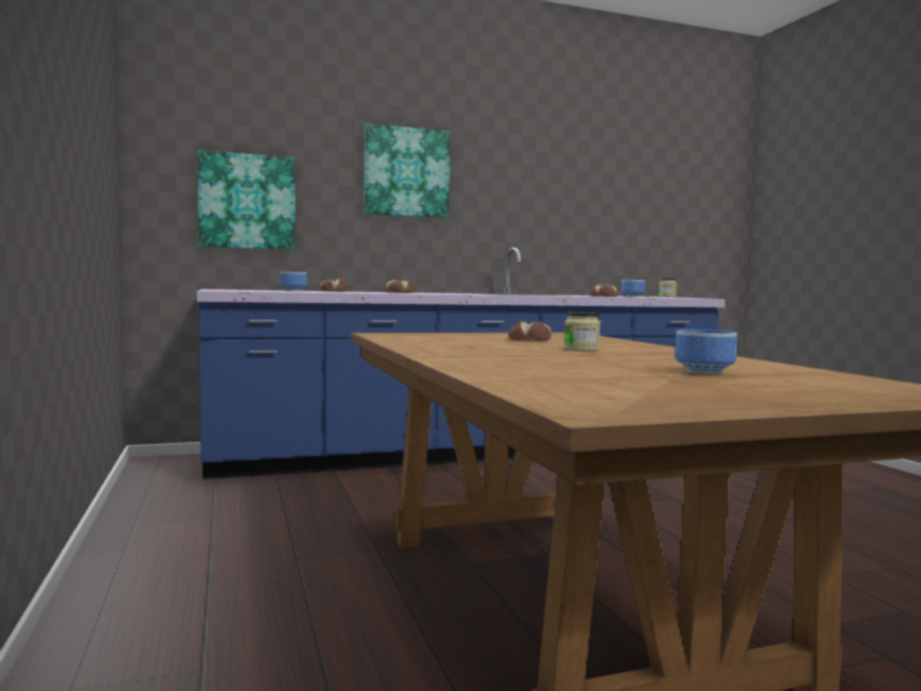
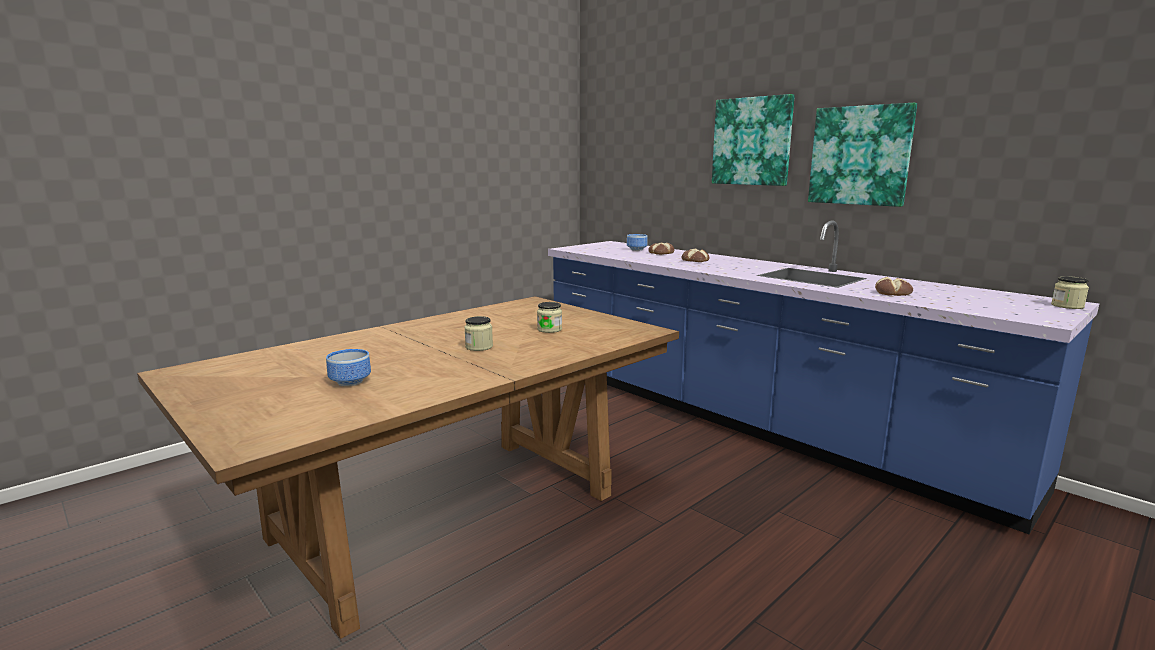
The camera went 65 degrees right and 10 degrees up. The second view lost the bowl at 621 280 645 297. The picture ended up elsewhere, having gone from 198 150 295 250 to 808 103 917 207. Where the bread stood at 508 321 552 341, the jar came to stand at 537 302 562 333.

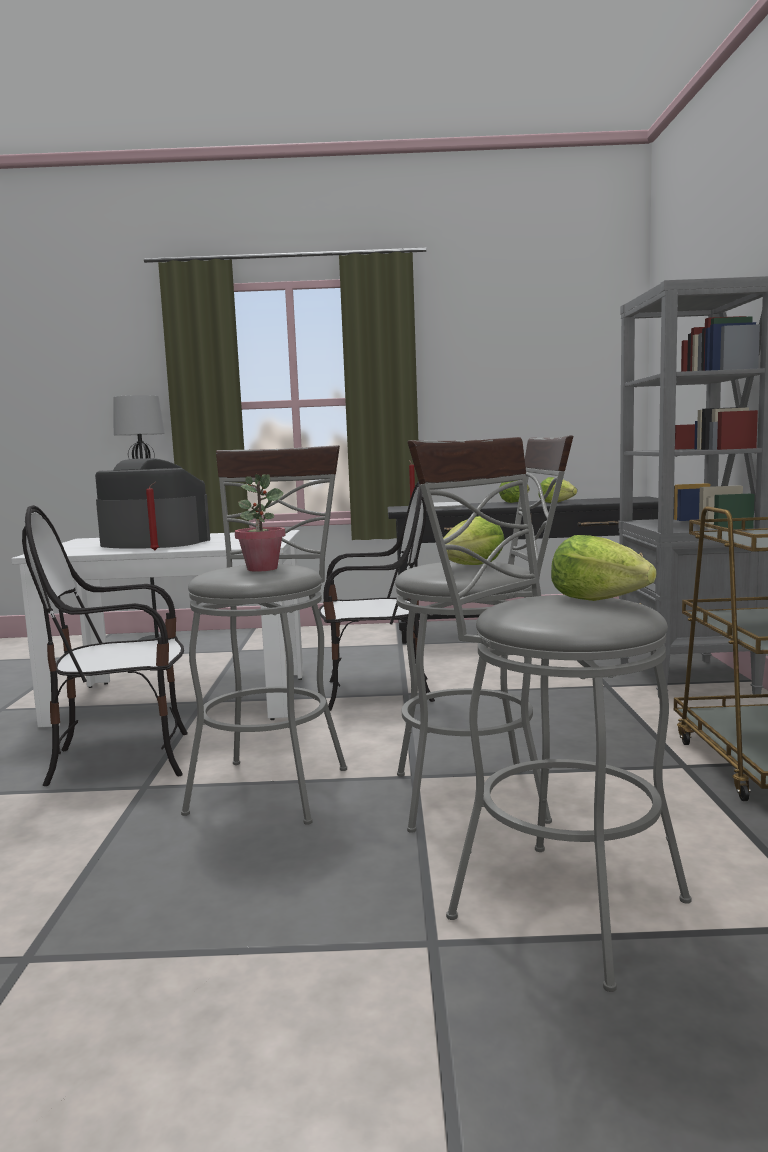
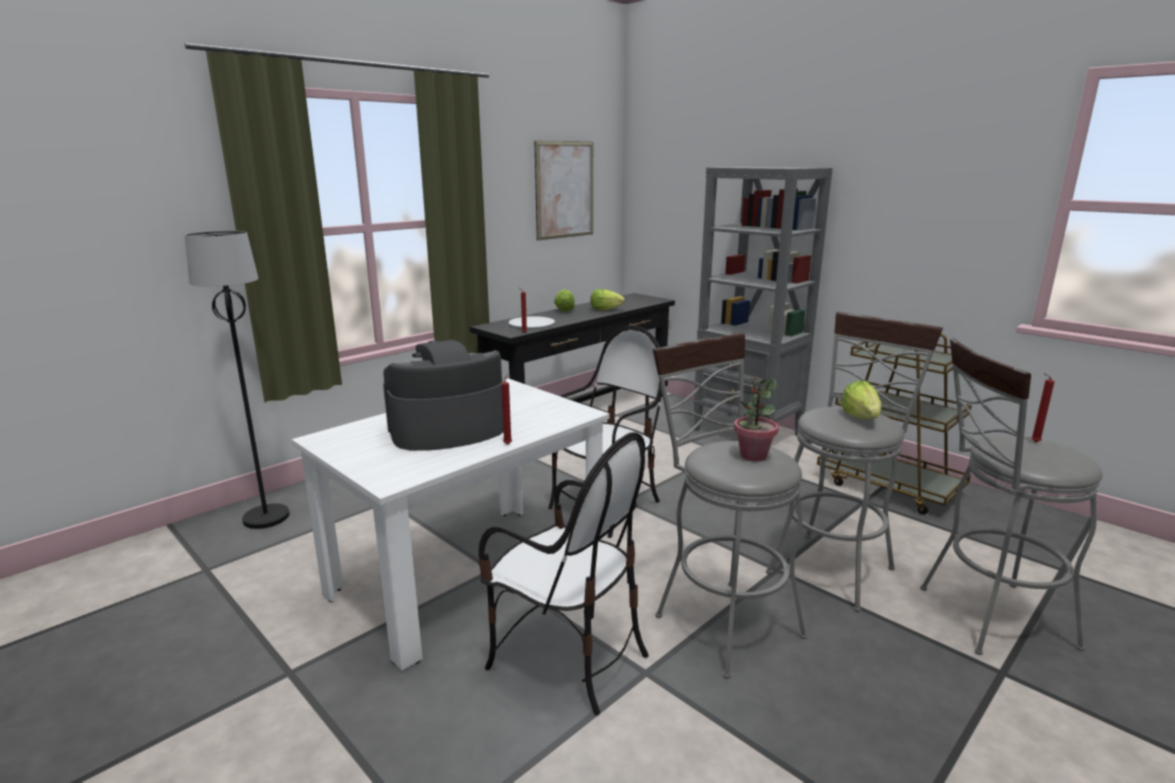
The camera went 45 degrees left and 10 degrees up. The second view gained the picture at 534 141 593 240. Where the lettuce stood at 551 535 656 601, the red-coloured candle came to stand at 1031 373 1055 443. The plain chair at 22 505 188 786 ended up facing another way, 90 degrees counterclockwise from before.

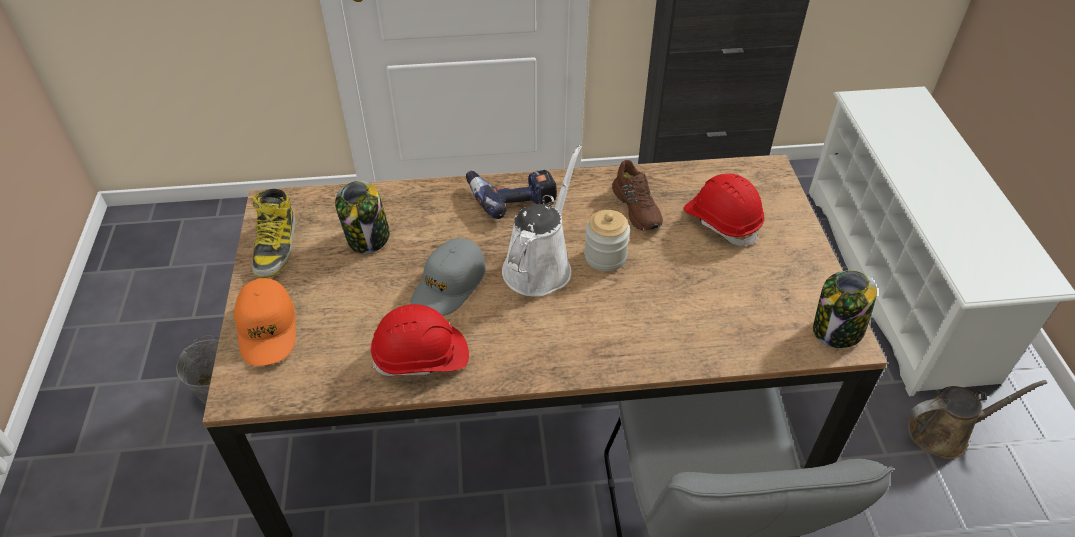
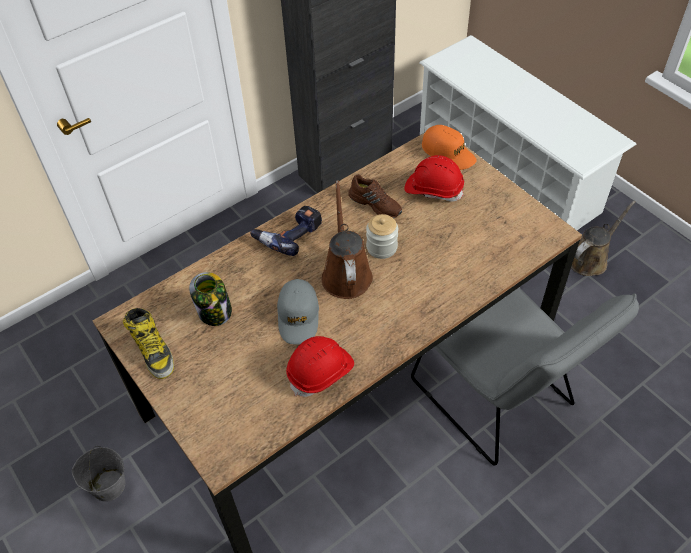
The camera went 30 degrees left and 5 degrees up. The second view lost the jar at 813 270 877 348. The orange-coloured baseball cap ended up elsewhere, having gone from 234 278 296 366 to 422 125 477 170. What was the whitish watering can at 502 145 582 297 turned into the brown-coloured watering can at 321 180 373 299.

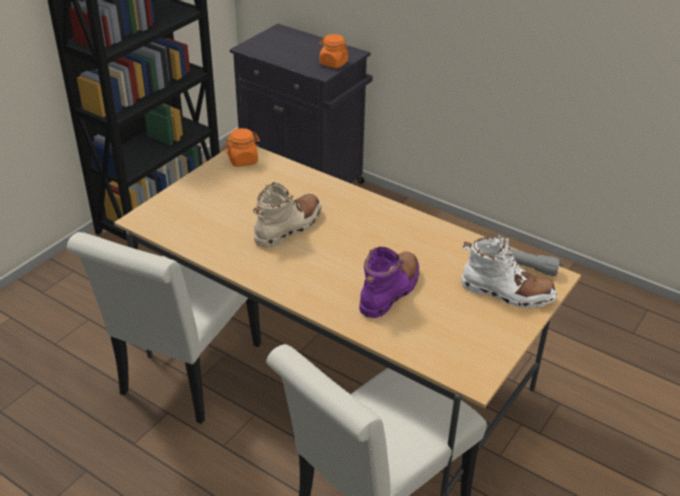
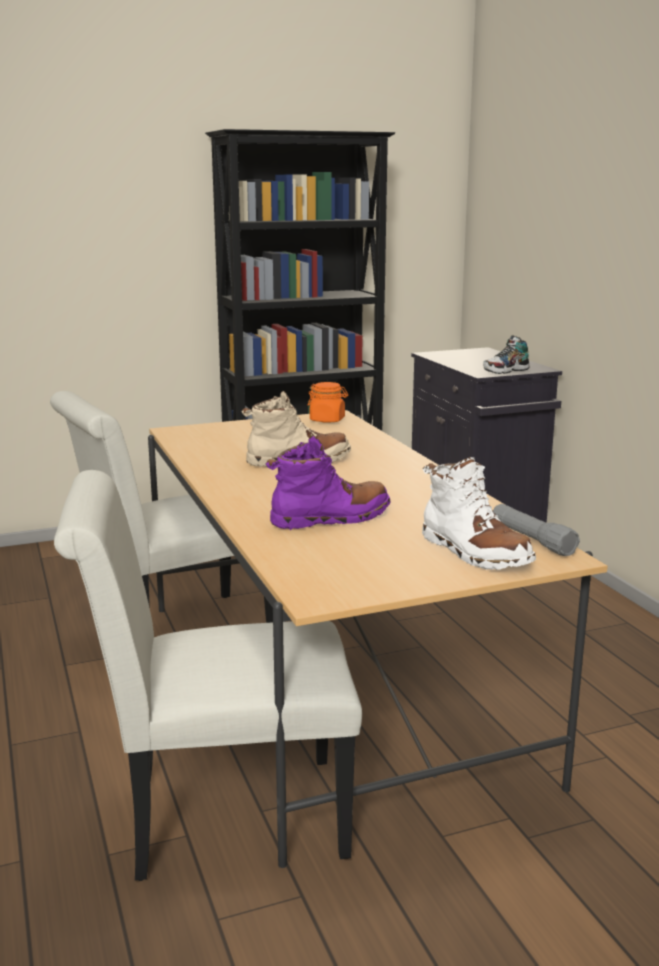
The camera went 35 degrees right and 20 degrees down. Where the orange-coloured jar stood at 319 34 348 68, the item of footwear came to stand at 483 335 530 374.

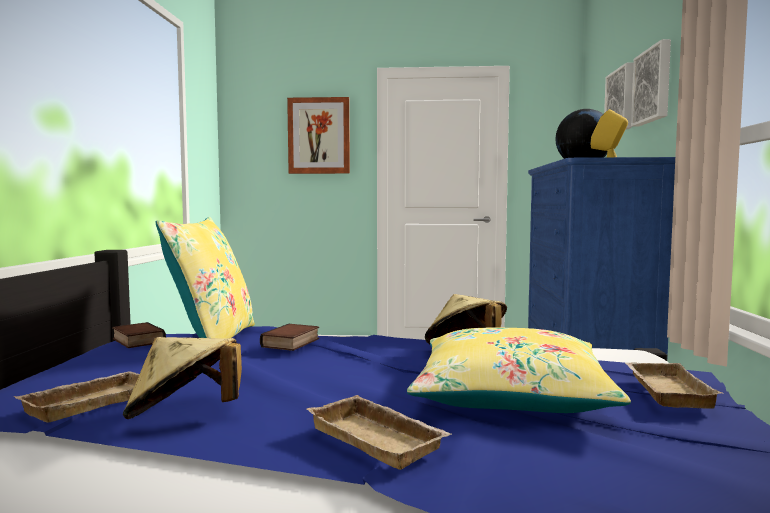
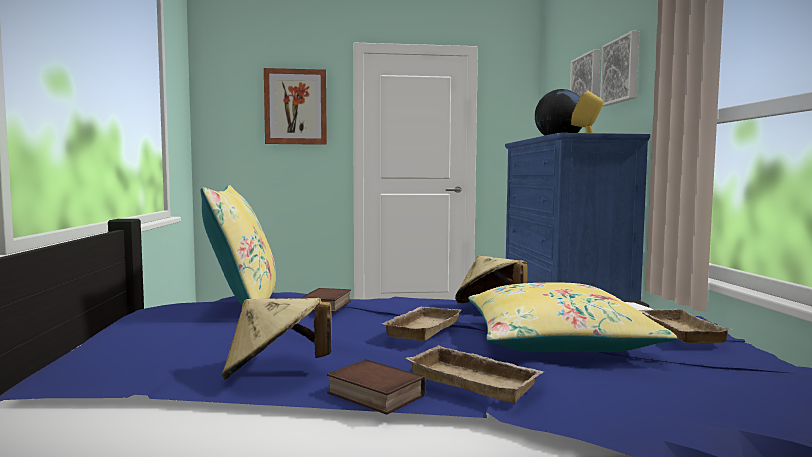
The camera went 10 degrees left and 0 degrees up. The beige tray ended up elsewhere, having gone from 14 371 139 423 to 382 307 461 341. The volume ended up elsewhere, having gone from 112 322 166 348 to 327 359 426 415.

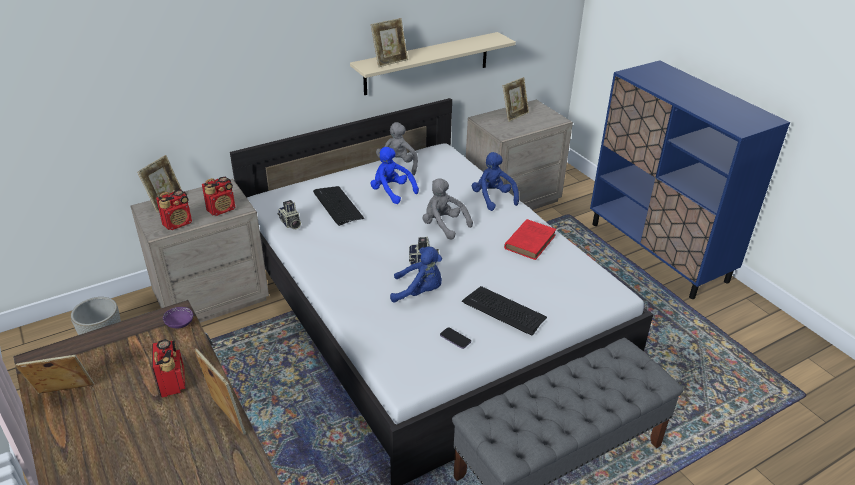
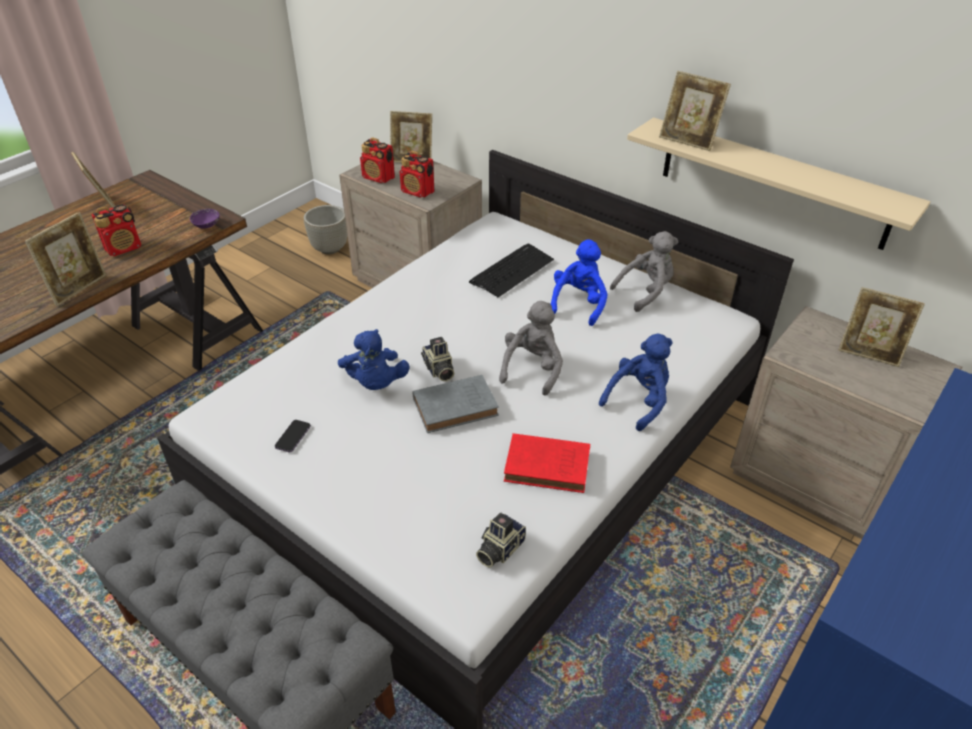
The camera went 70 degrees right and 5 degrees up. The second view lost the PC keyboard at 462 286 547 335. The second view gained the gray volume at 412 375 499 433. The photo camera ended up elsewhere, having gone from 278 200 301 229 to 476 513 526 568.

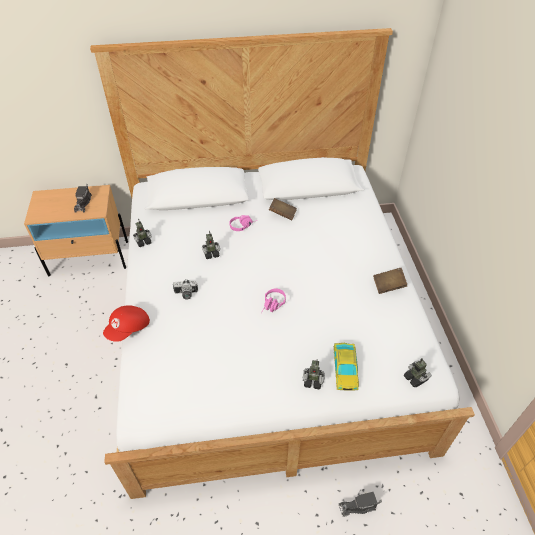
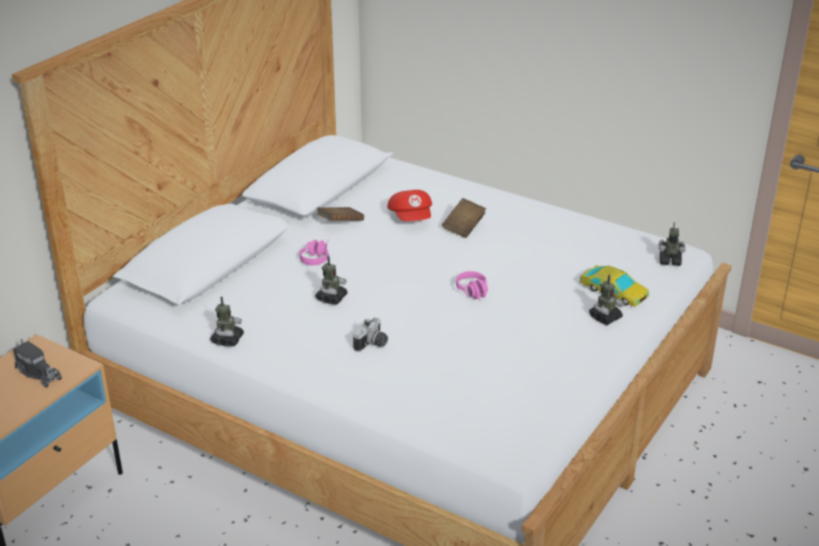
The camera went 50 degrees left and 15 degrees down. The second view lost the model truck at 339 492 382 517. The red-coloured baseball cap ended up elsewhere, having gone from 103 305 150 342 to 387 190 432 221. The brown-coloured volume ended up elsewhere, having gone from 373 268 407 294 to 442 198 486 238.

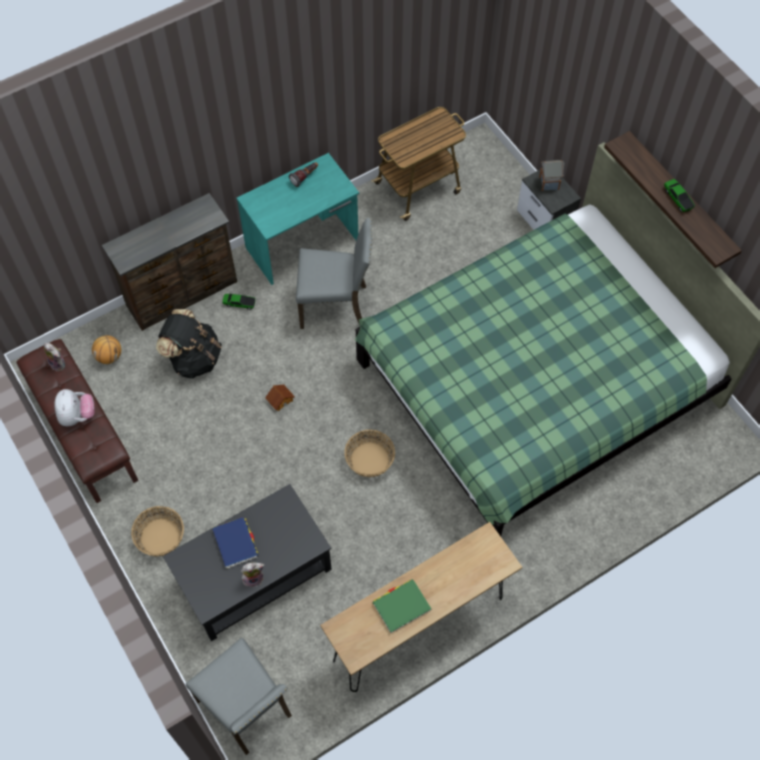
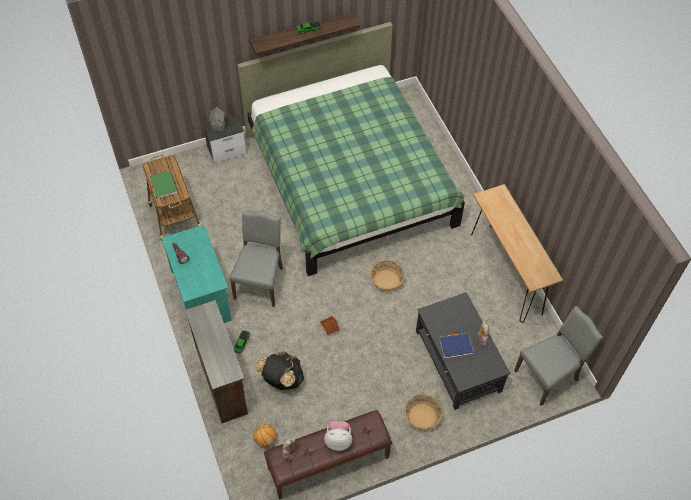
The camera went 80 degrees left and 5 degrees down. The greenish volume ended up elsewhere, having gone from 373 579 431 633 to 150 171 177 198.

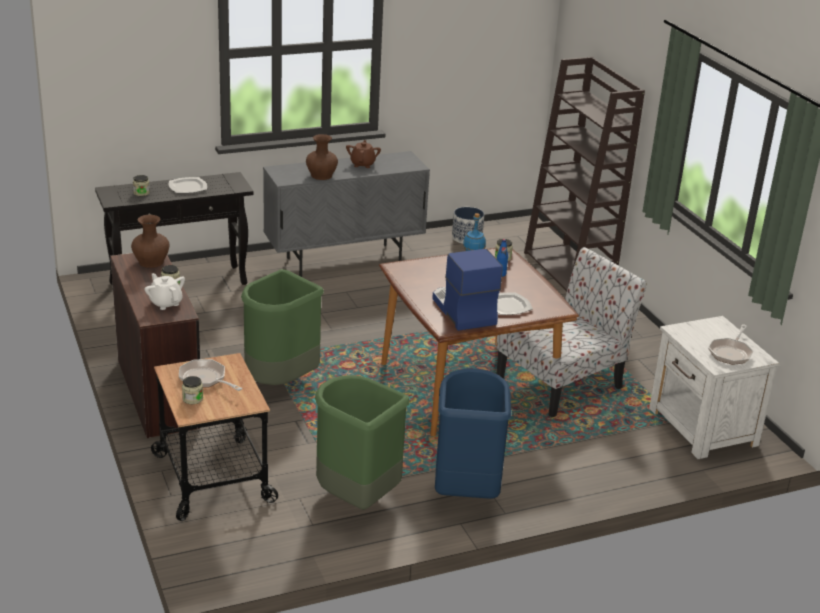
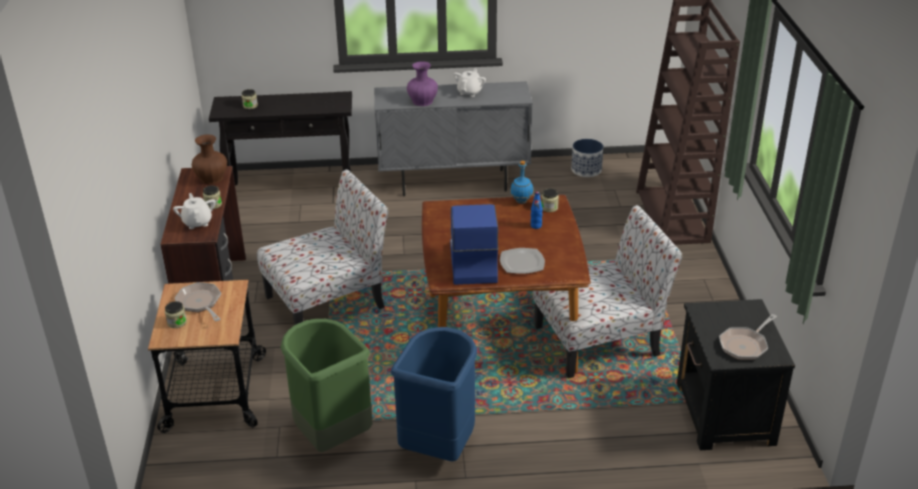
The camera went 20 degrees right and 5 degrees up. The second view lost the plate at 169 177 207 193. Where the greenish rubbish bin stood at 241 269 324 385, the plain chair came to stand at 257 170 388 325. What was the brown-coloured flower vase at 306 134 338 180 turned into the purple-coloured flower vase at 407 61 438 106. What was the brown-coloured teapot at 346 140 381 168 turned into the whitish teapot at 454 68 486 97. What was the whitish nightstand at 649 316 779 459 turned into the blackish nightstand at 677 299 795 450.

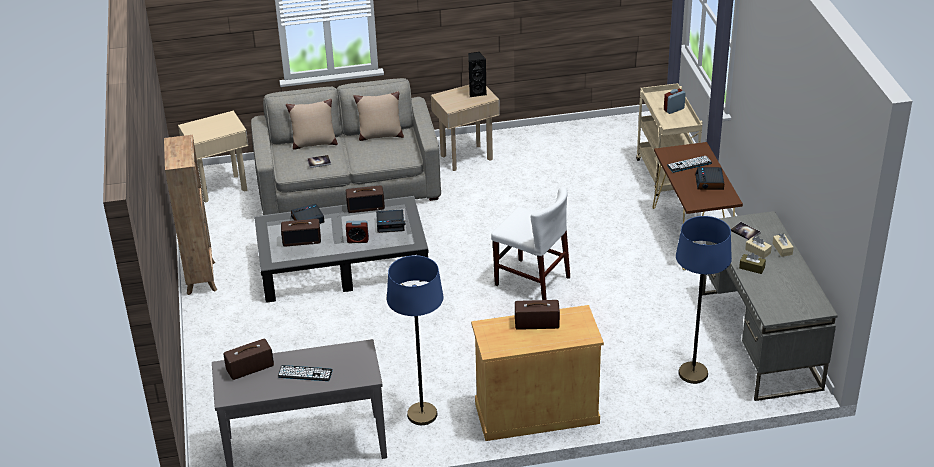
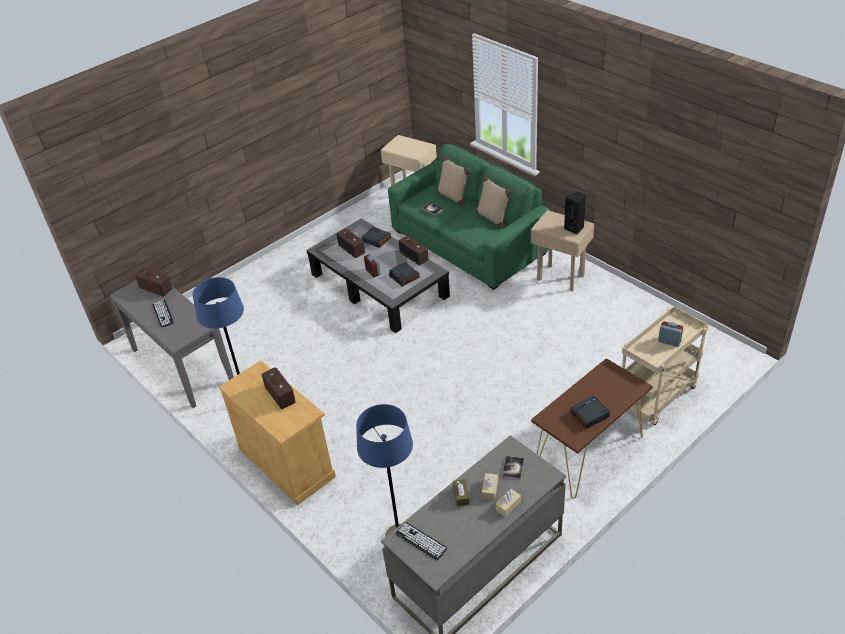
The camera went 60 degrees right and 5 degrees up. The second view lost the brown-coloured bookcase at 164 135 217 295. The second view lost the whitish plain chair at 491 187 570 300. The PC keyboard ended up elsewhere, having gone from 667 156 712 173 to 395 522 448 561. What was the gray sofa at 251 78 441 215 turned into the greenish sofa at 388 144 550 290.

